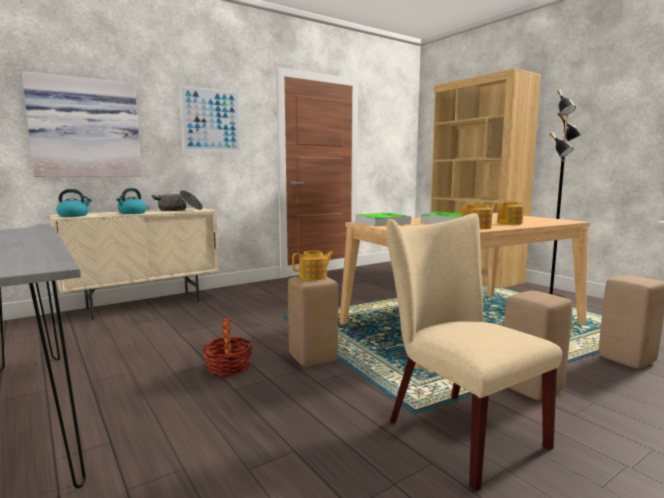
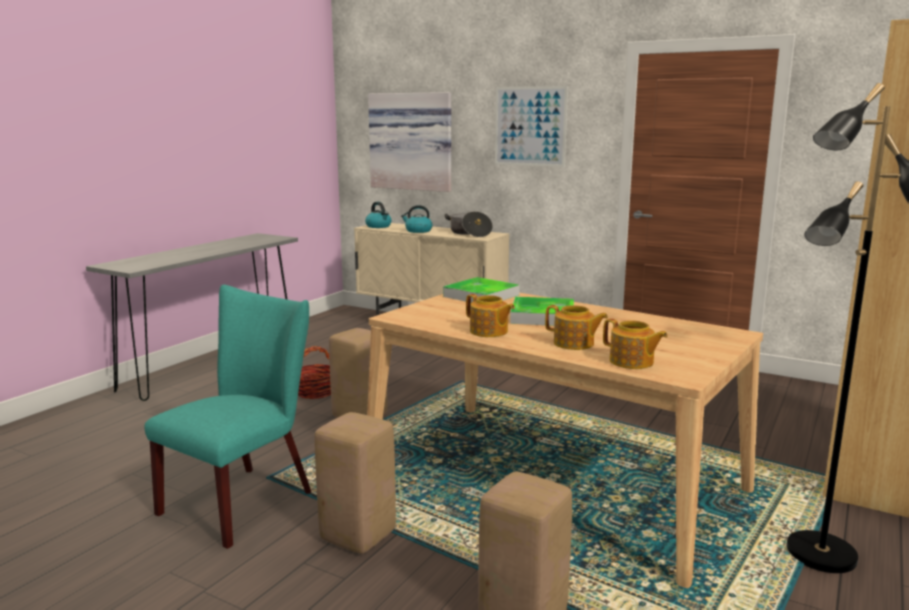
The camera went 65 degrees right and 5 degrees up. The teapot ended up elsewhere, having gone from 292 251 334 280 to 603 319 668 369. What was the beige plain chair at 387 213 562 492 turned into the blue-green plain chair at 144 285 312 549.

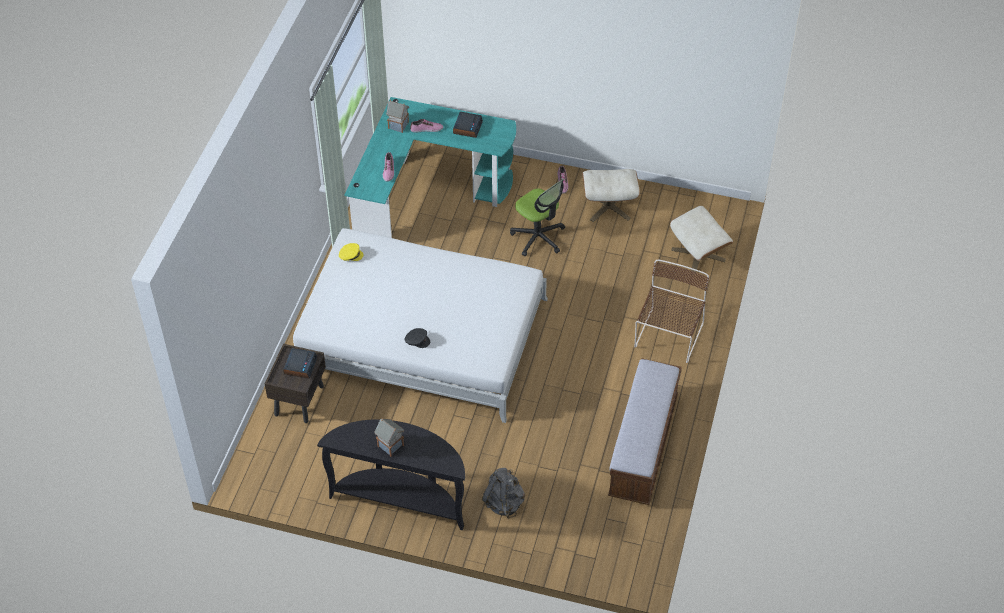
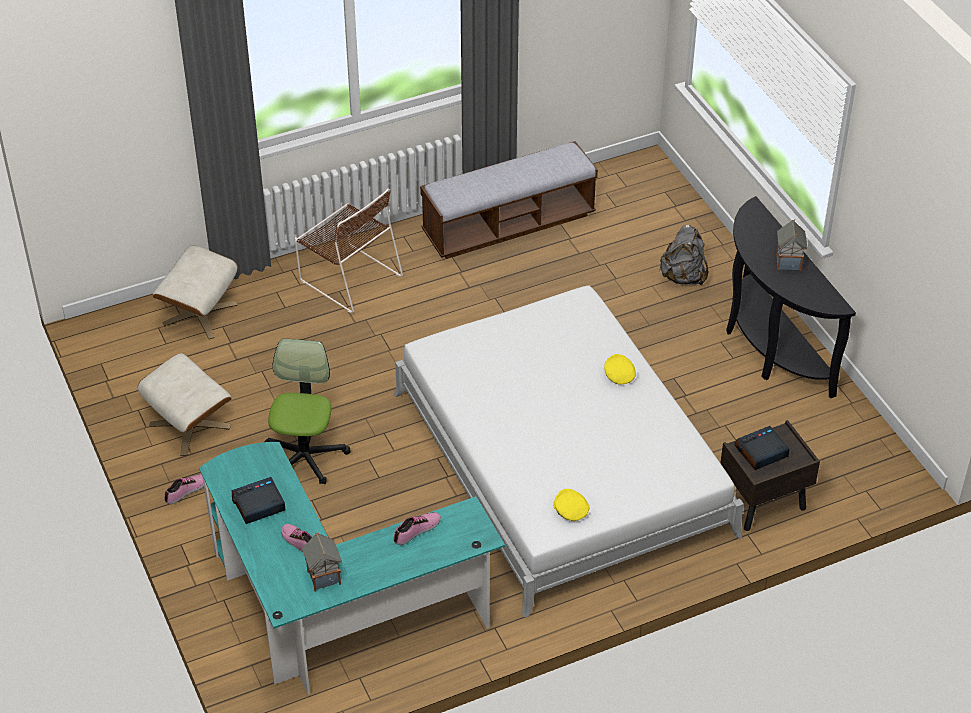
The camera went 130 degrees left and 5 degrees down. What was the blackish baseball cap at 404 328 430 348 turned into the yellow-coloured baseball cap at 604 354 636 384. The brown-coloured plain chair at 635 260 709 363 ended up facing another way, 120 degrees counterclockwise from before.

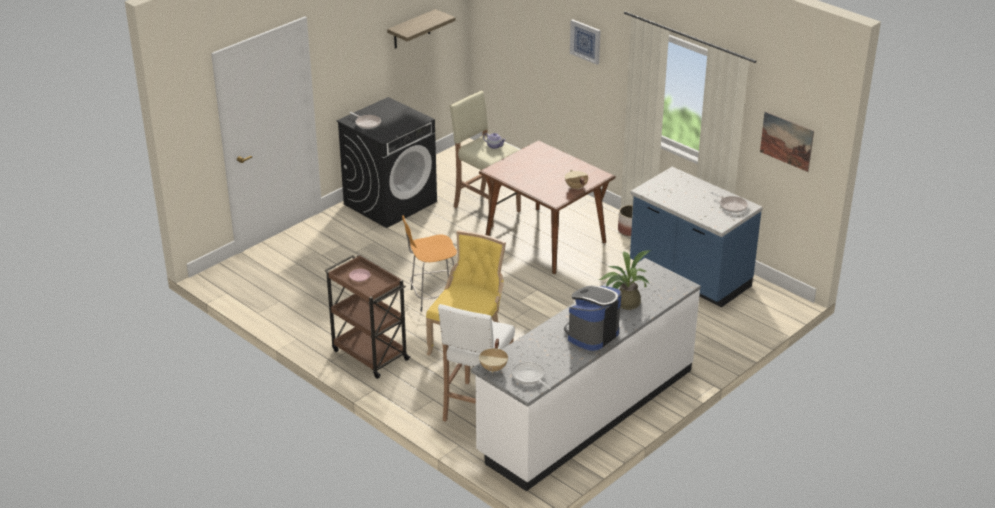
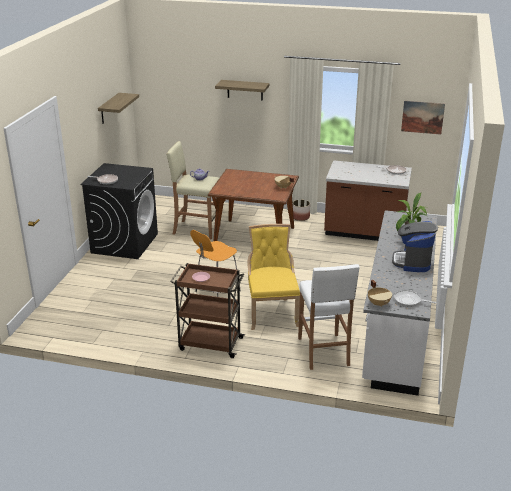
The camera went 30 degrees left and 5 degrees down. Where the picture hung at 570 19 601 65, the wall shelf came to hang at 215 80 269 100. What was the bluish counter at 630 167 763 308 turned into the brown-coloured counter at 324 160 412 241.

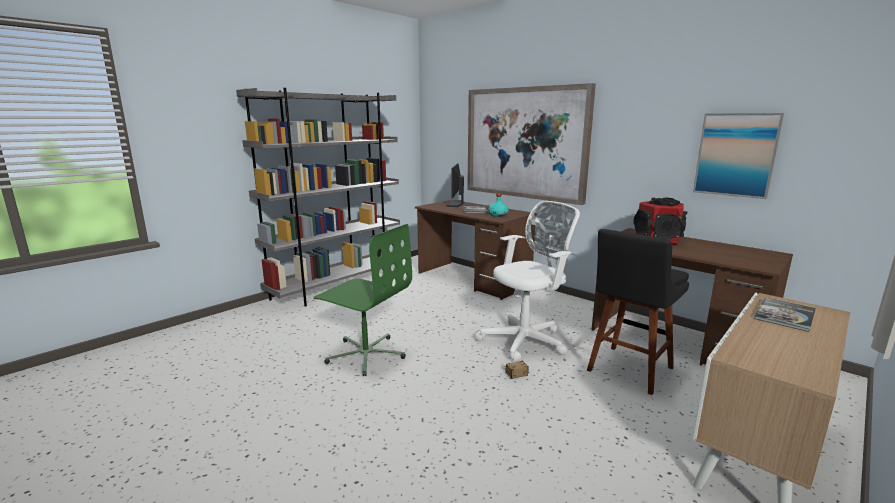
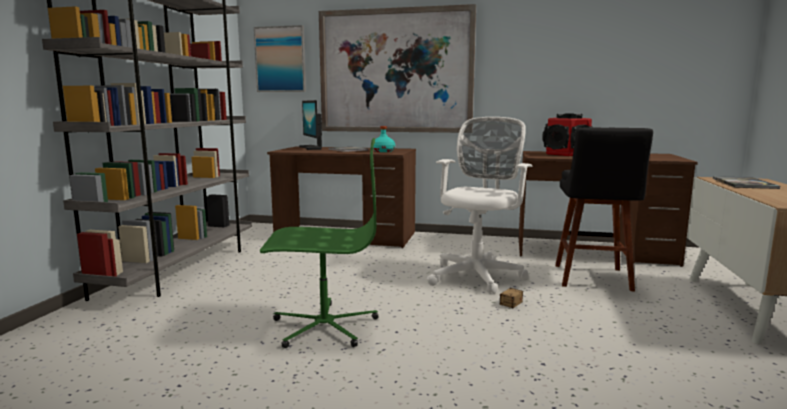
The camera went 30 degrees left and 5 degrees down. The picture ended up elsewhere, having gone from 693 113 784 199 to 254 25 306 92.

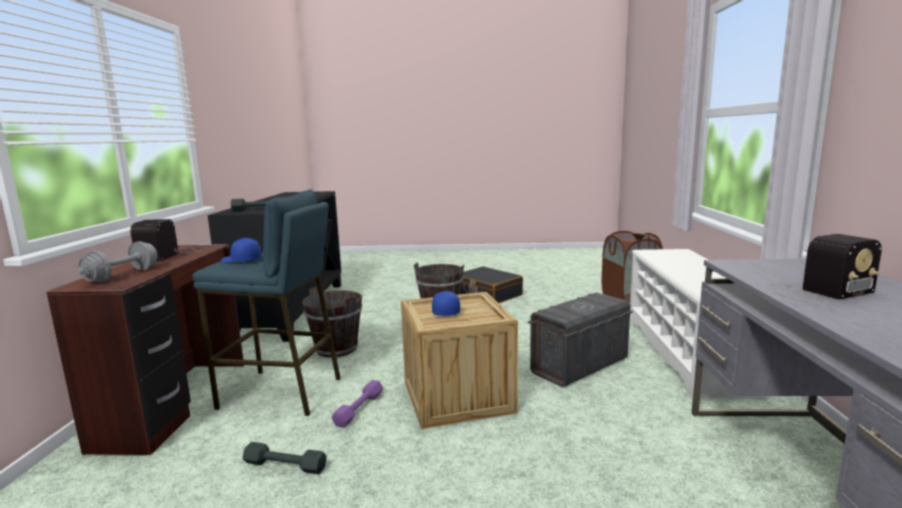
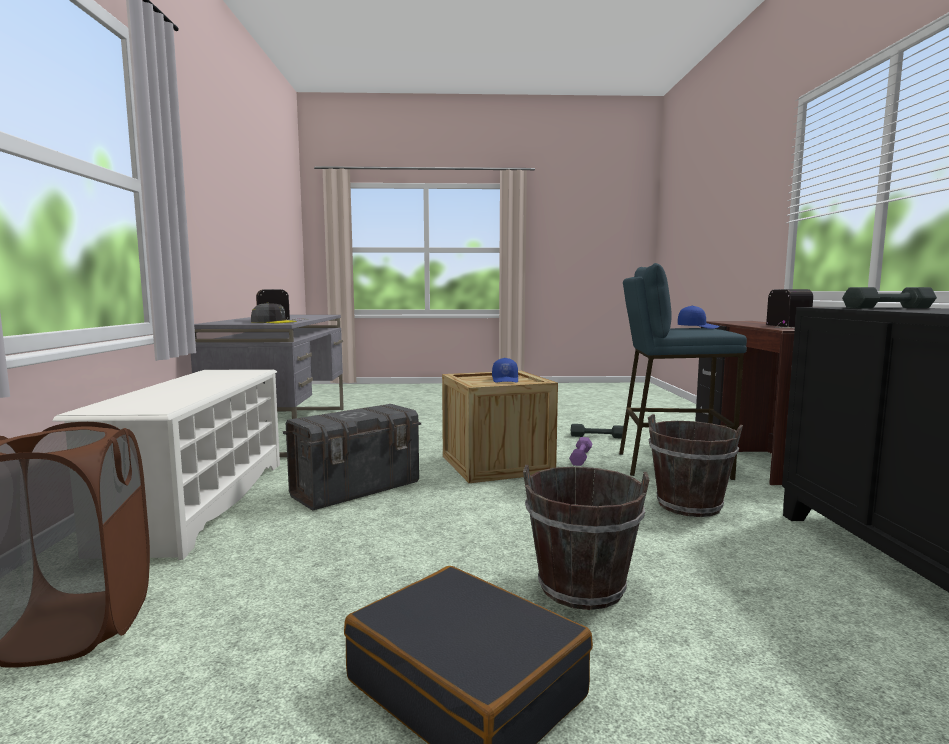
The camera went 175 degrees right and 5 degrees down. The second view lost the gray hand weight at 78 241 158 283. The second view gained the gray baseball cap at 251 303 297 323.

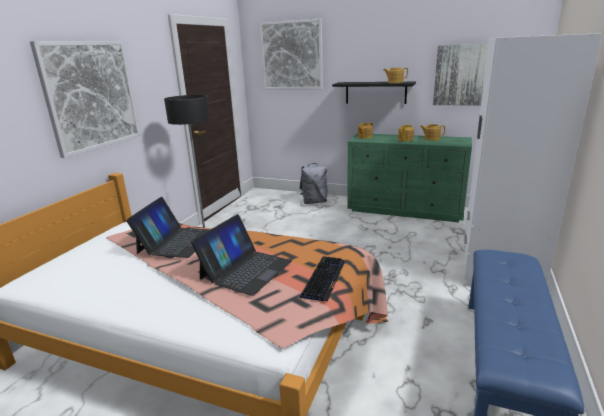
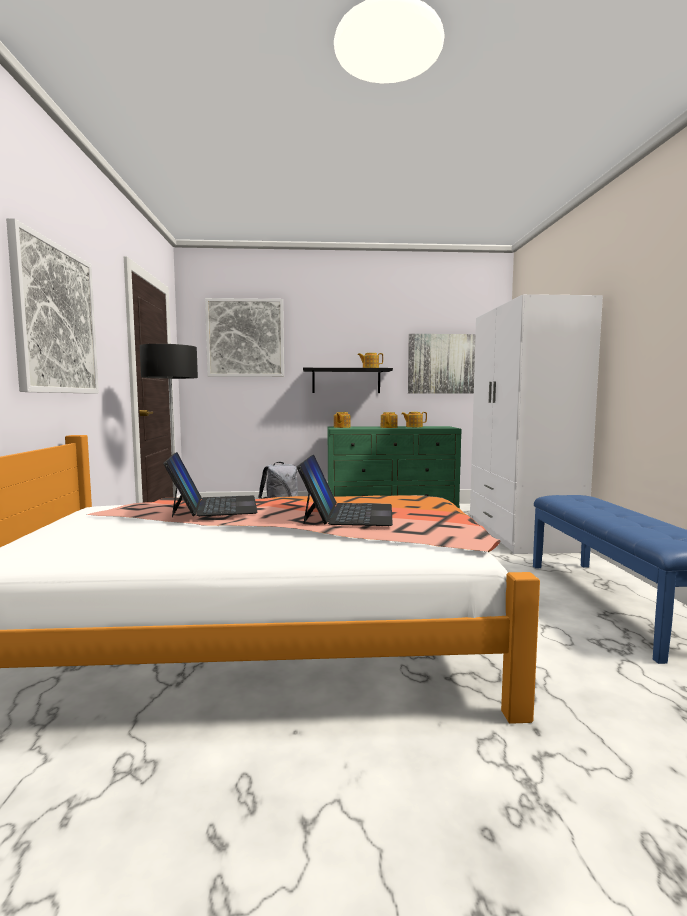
The camera went 25 degrees left and 15 degrees down. The second view lost the PC keyboard at 300 256 345 302.

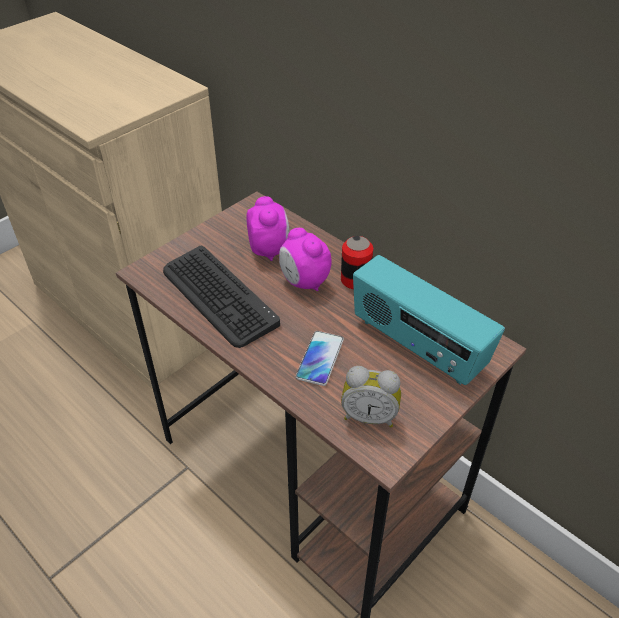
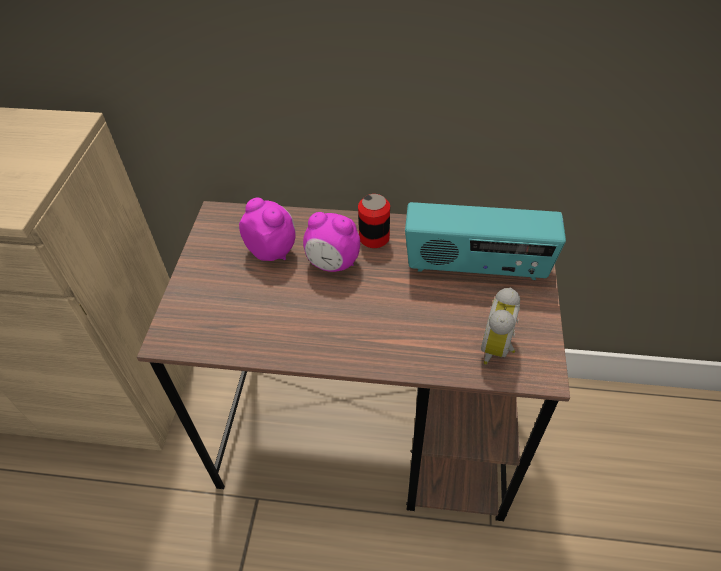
The camera went 35 degrees left and 5 degrees up. The second view lost the PC keyboard at 163 246 280 348. The second view lost the phone at 296 331 344 386. The alarm clock at 341 366 401 428 ended up facing another way, 135 degrees clockwise from before.

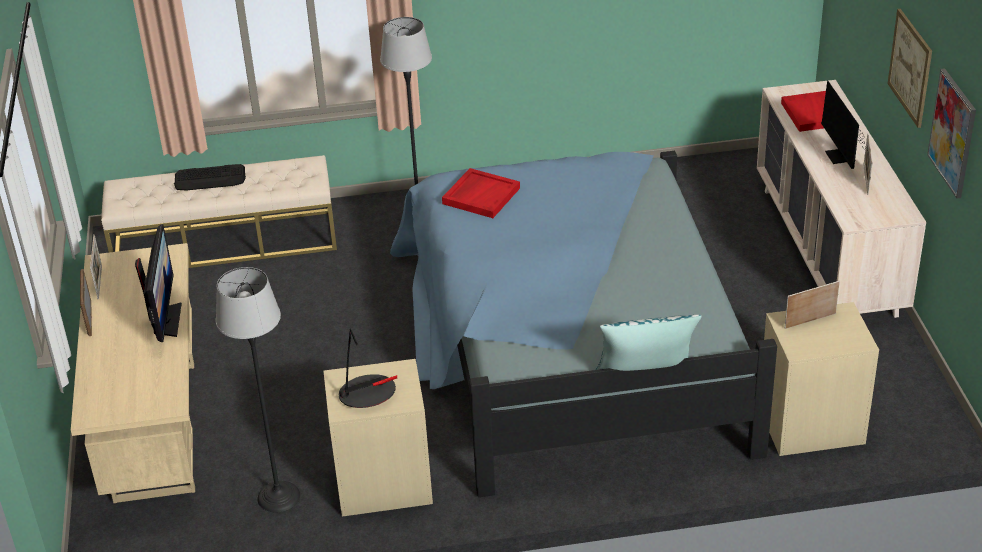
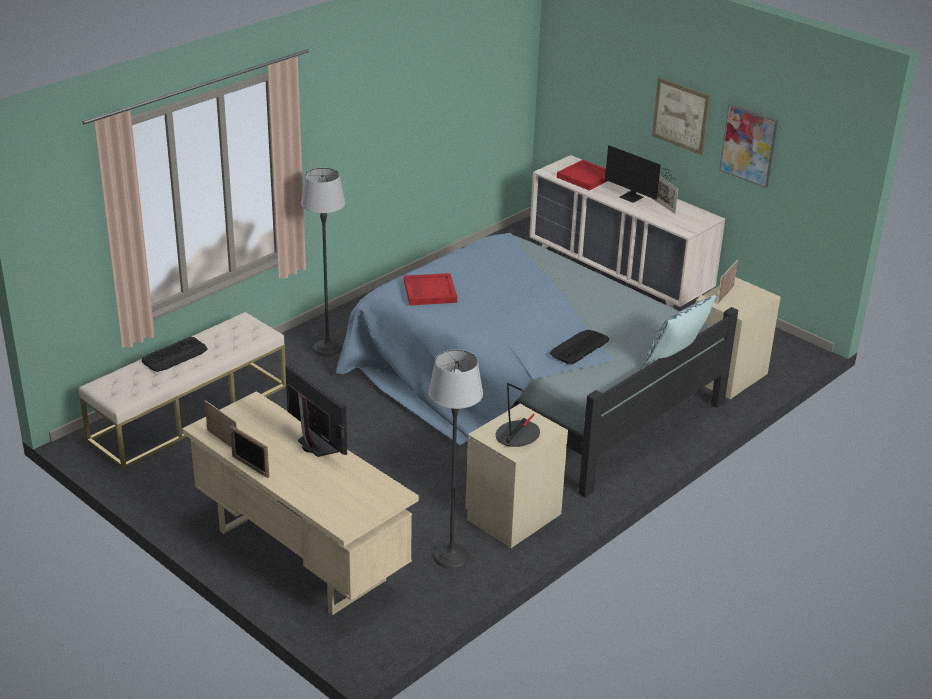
The camera went 40 degrees left and 5 degrees down. The second view gained the PC keyboard at 549 330 609 365.

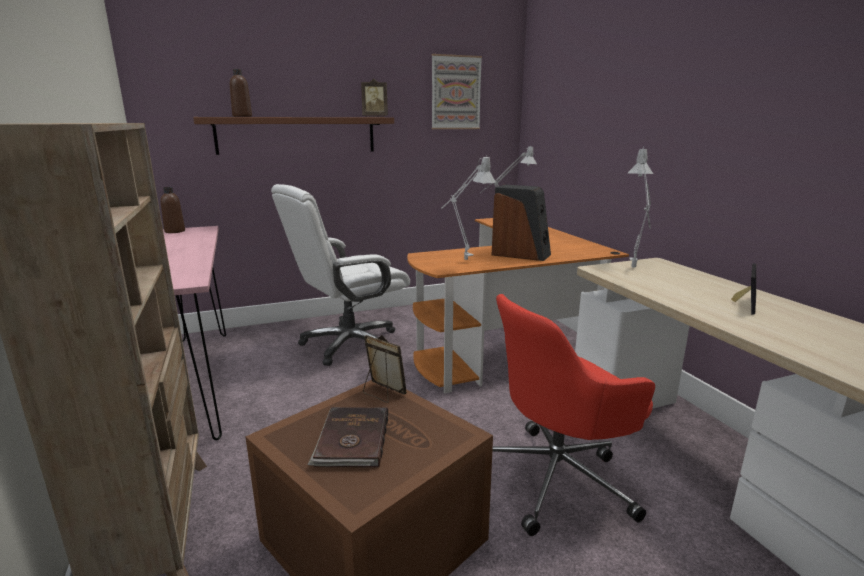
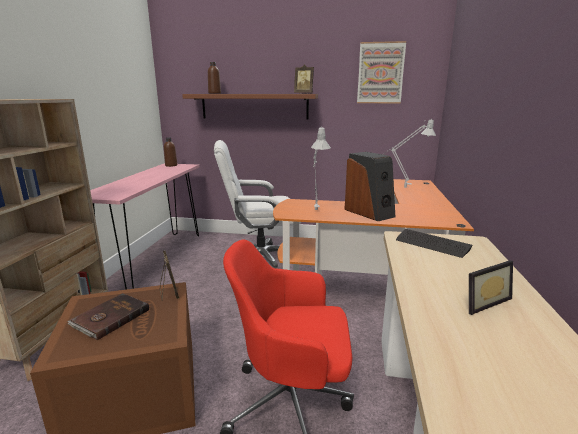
The camera went 30 degrees right and 0 degrees up. Where the gray lamp for a table stood at 628 147 653 268, the PC keyboard came to stand at 396 229 473 258.

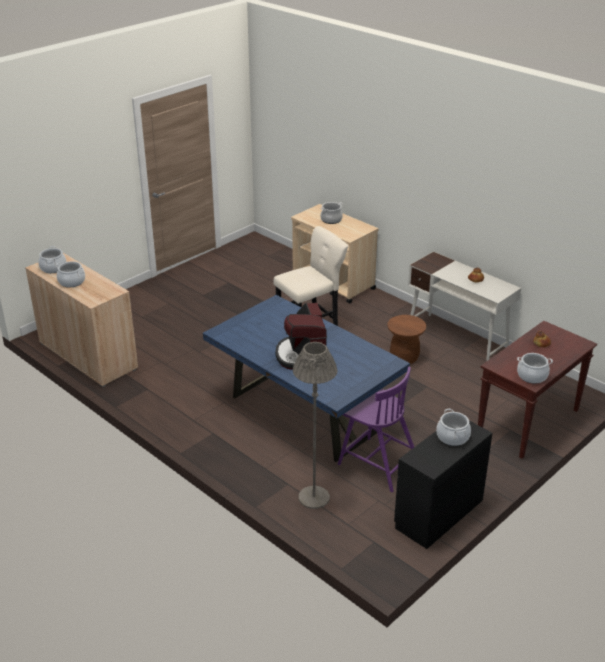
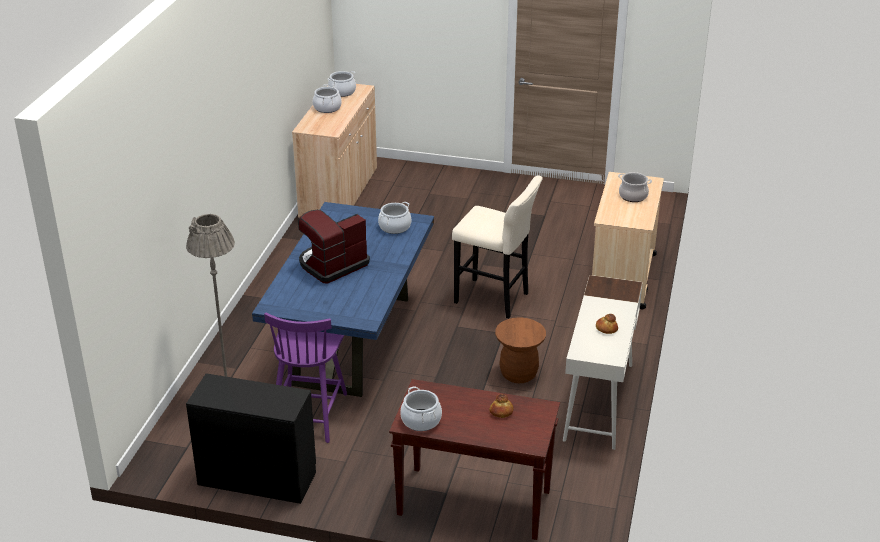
The camera went 60 degrees right and 0 degrees up. The saucepot ended up elsewhere, having gone from 436 409 471 446 to 378 202 411 234.

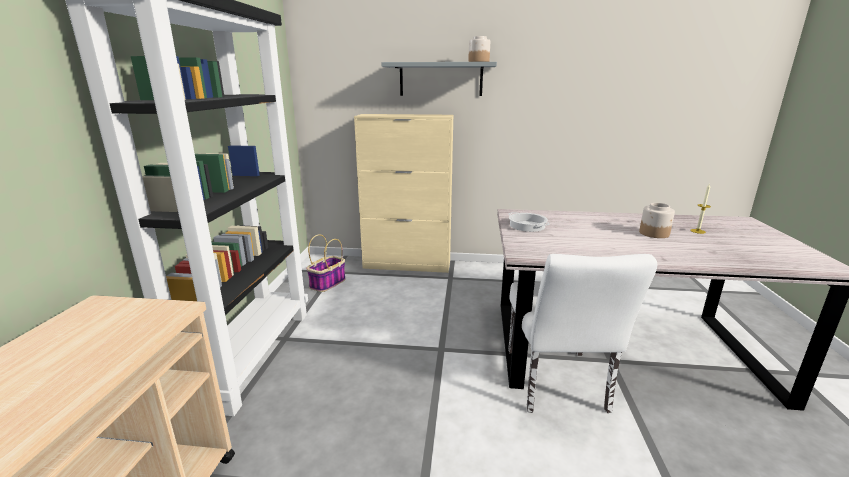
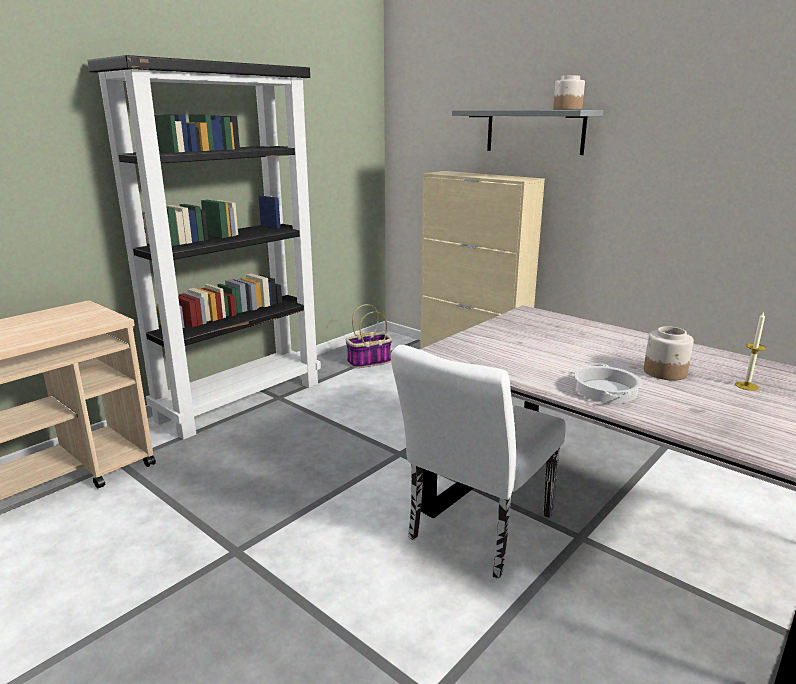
The camera went 35 degrees right and 0 degrees up. The saucepot ended up elsewhere, having gone from 509 212 550 232 to 575 363 642 403.

